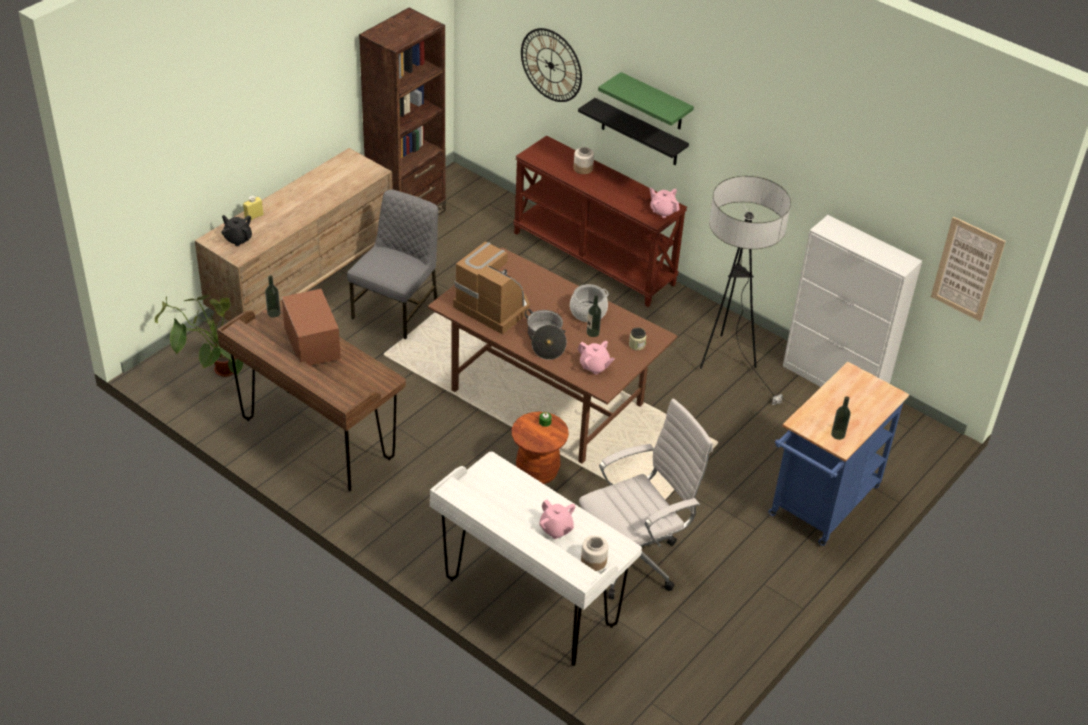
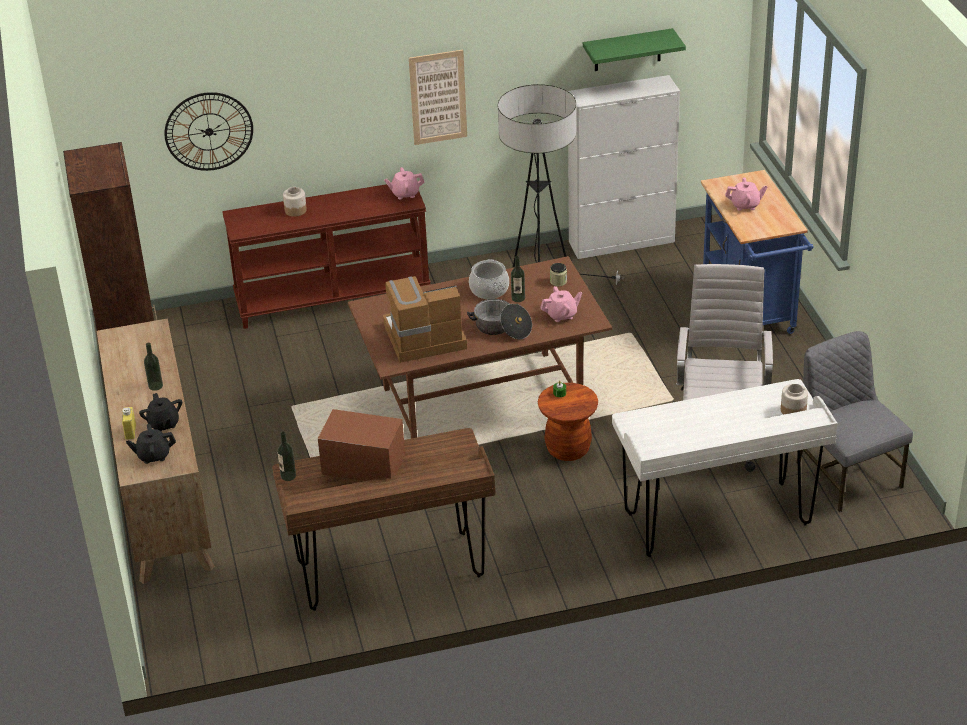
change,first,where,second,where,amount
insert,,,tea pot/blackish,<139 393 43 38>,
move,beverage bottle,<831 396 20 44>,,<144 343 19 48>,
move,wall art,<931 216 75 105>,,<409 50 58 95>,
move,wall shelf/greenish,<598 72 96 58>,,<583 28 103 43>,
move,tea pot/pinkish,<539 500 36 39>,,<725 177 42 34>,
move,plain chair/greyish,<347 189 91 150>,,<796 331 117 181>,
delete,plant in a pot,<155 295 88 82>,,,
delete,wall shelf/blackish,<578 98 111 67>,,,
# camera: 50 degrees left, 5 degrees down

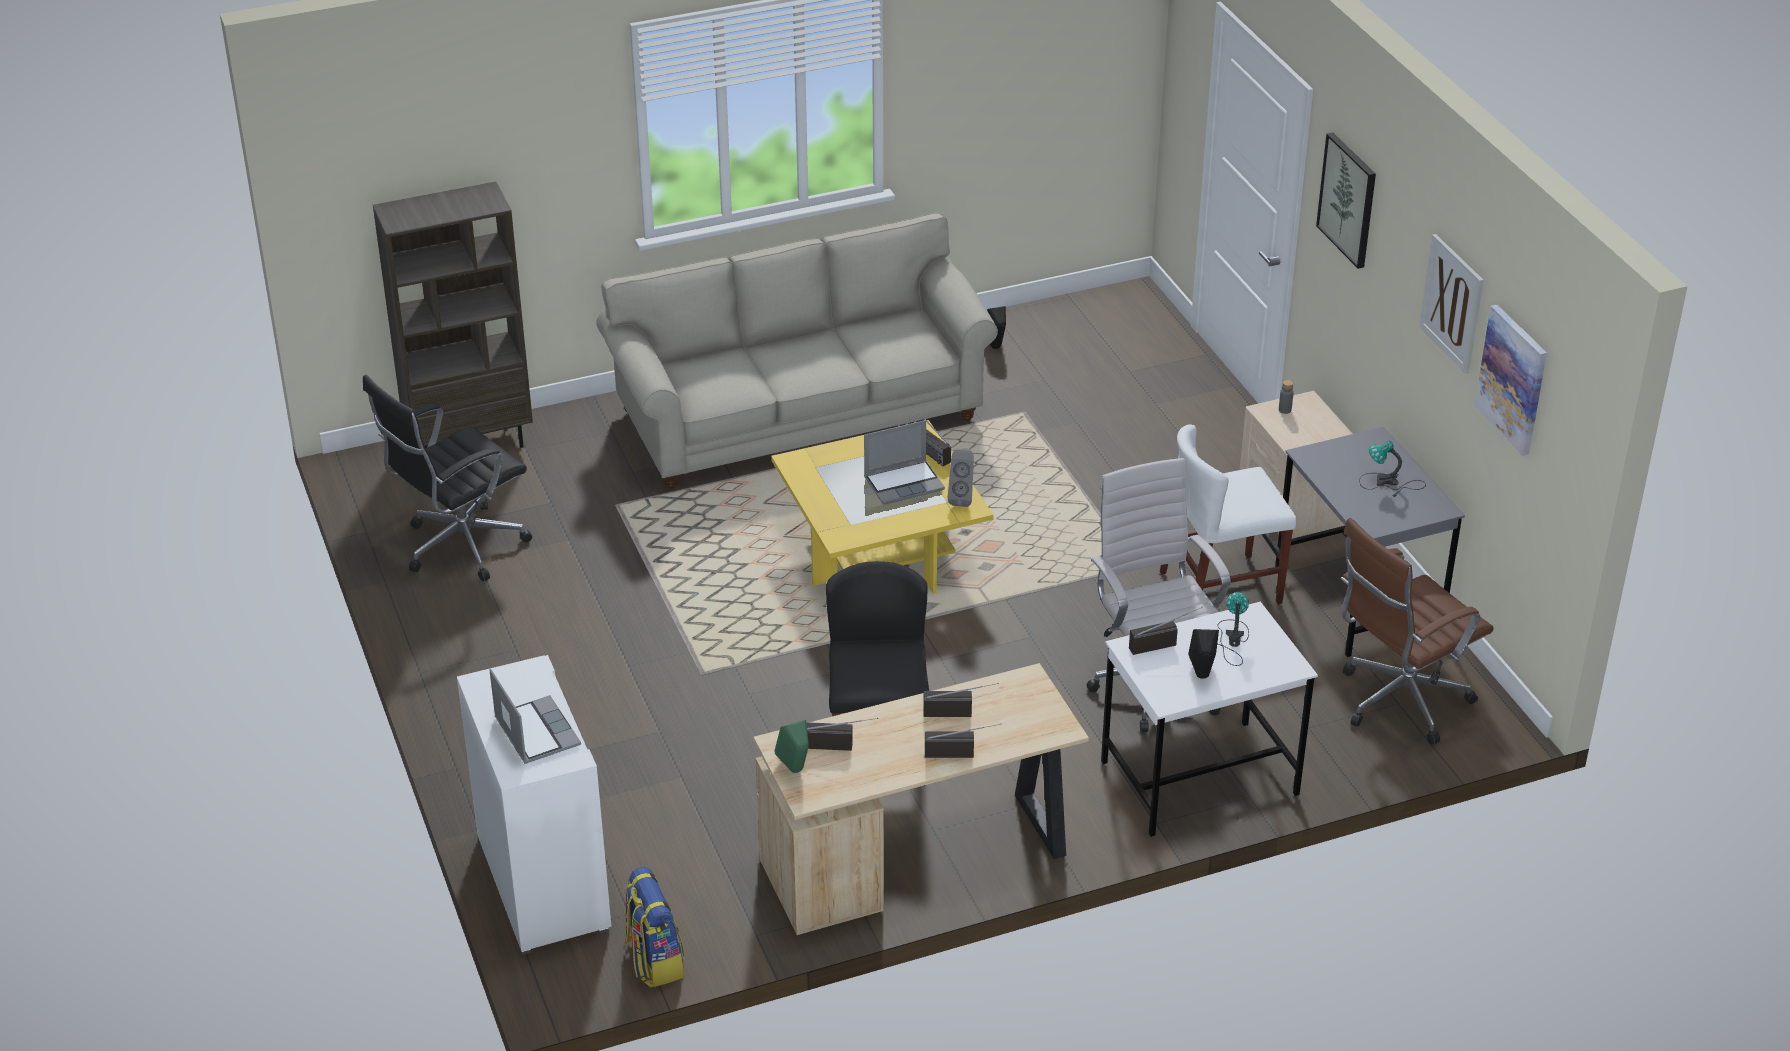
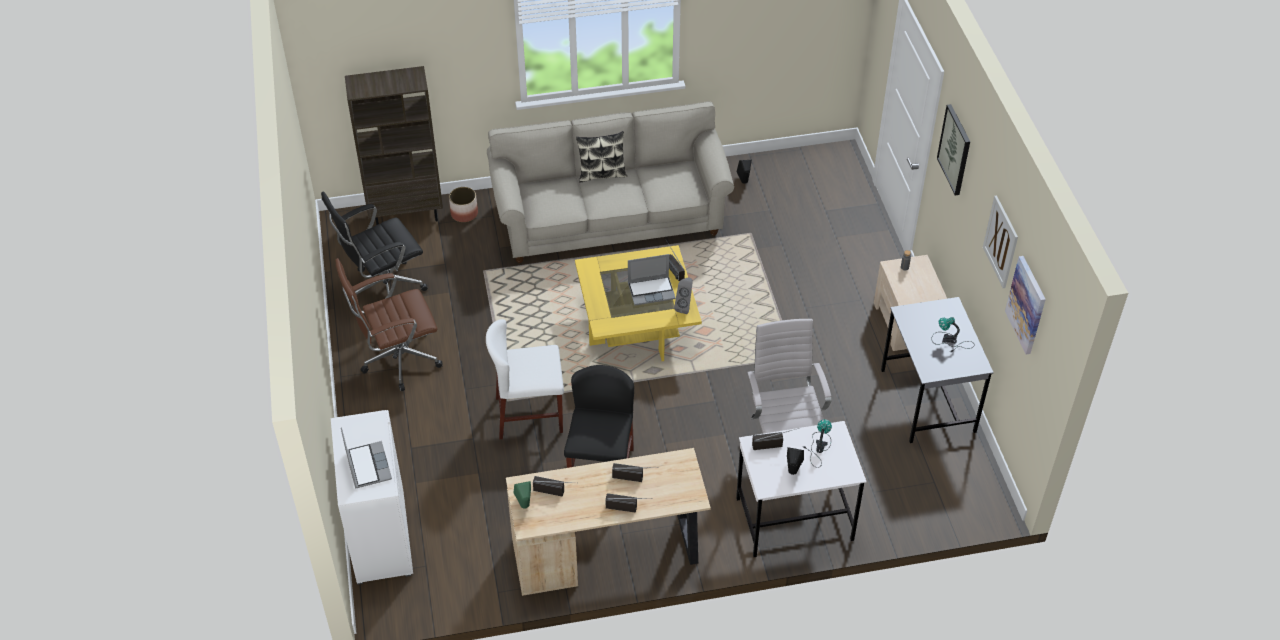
change,first,where,second,where,amount
move,desk chair/brown,<1341 518 153 227>,,<335 258 107 133>,
insert,,,flower pot,<449 187 29 35>,
move,plain chair/white-coloured,<1160 424 137 180>,,<486 319 78 120>,
insert,,,pillow,<576 131 51 52>,
delete,knapsack,<624 867 61 120>,,,
# camera: 10 degrees right, 10 degrees up

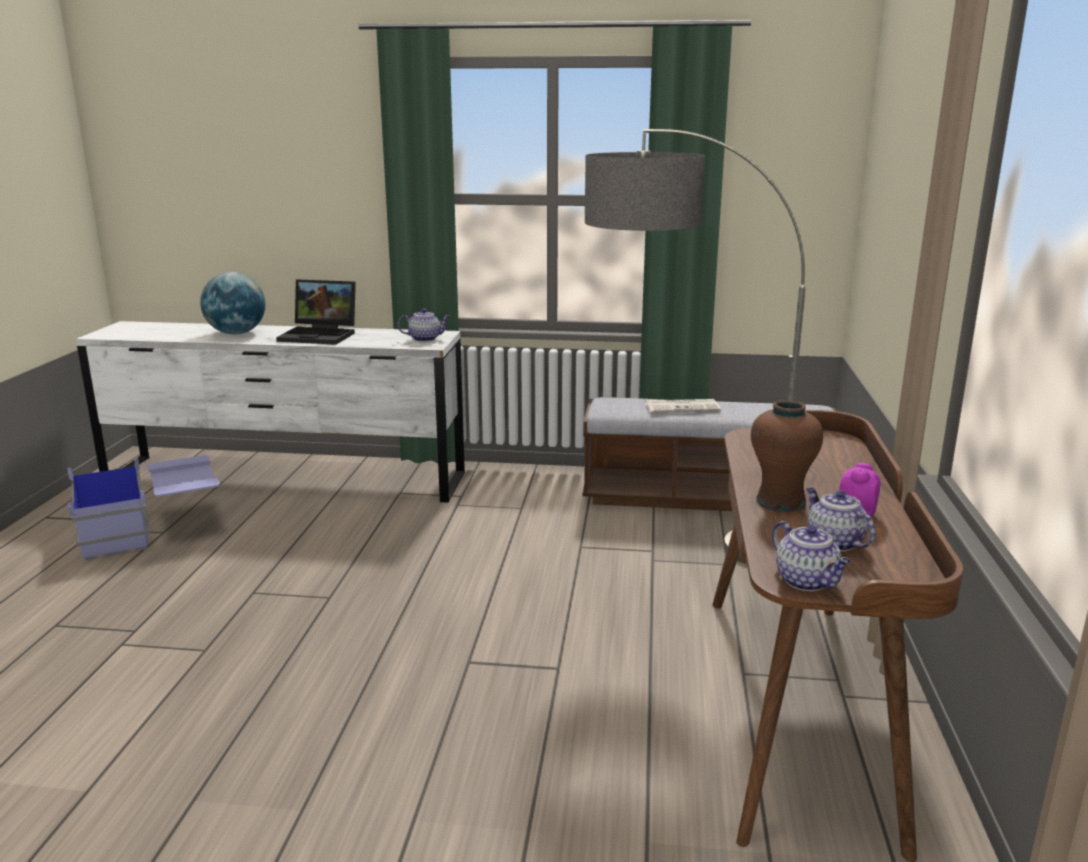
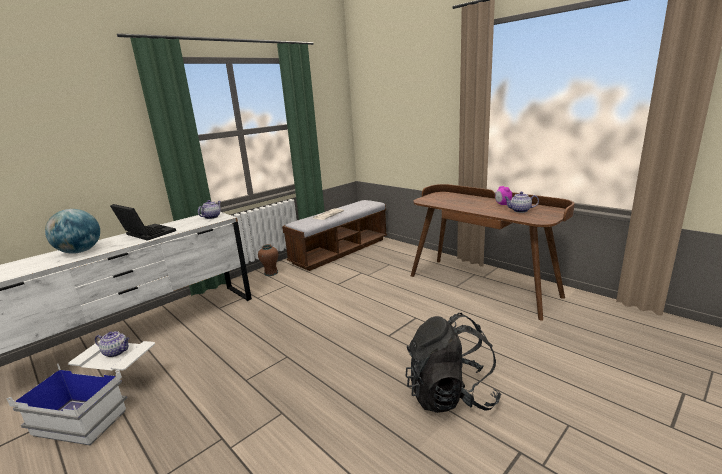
change,first,where,second,where,amount
recolor,storage bin/bluish,<67 455 153 106>,storage bin/white-coloured,<6 340 149 106>,
move,tea pot,<772 521 79 70>,,<95 331 34 26>,
rotate,notebook computer,<276 279 80 66>,,<110 204 66 37>,105 degrees counterclockwise
move,decorative vase/brown,<751 400 72 112>,,<258 244 20 32>,
insert,,,knapsack/blackish,<406 313 95 100>,
delete,floor lamp,<585 129 221 435>,,,
# camera: 50 degrees left, 0 degrees up

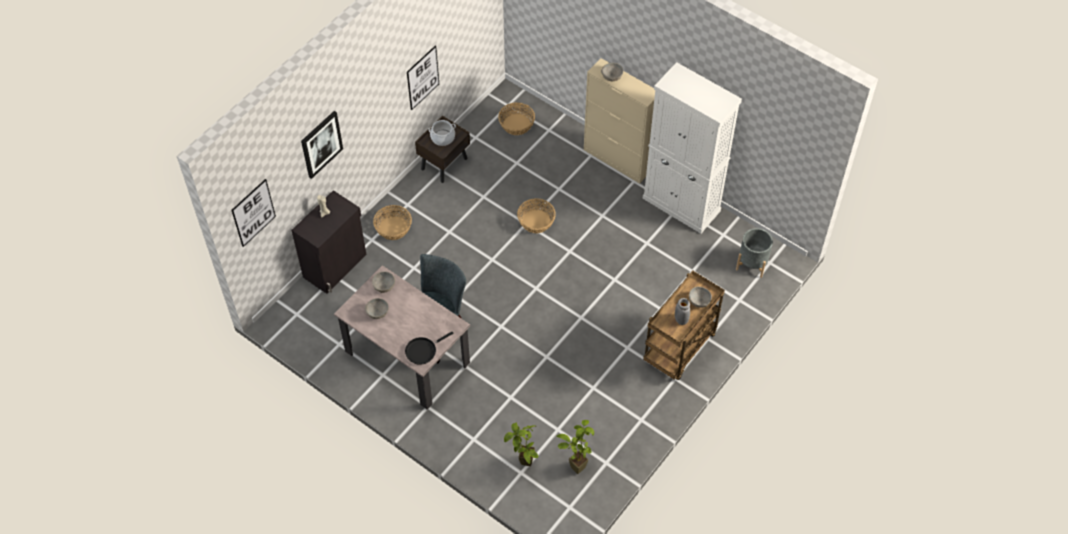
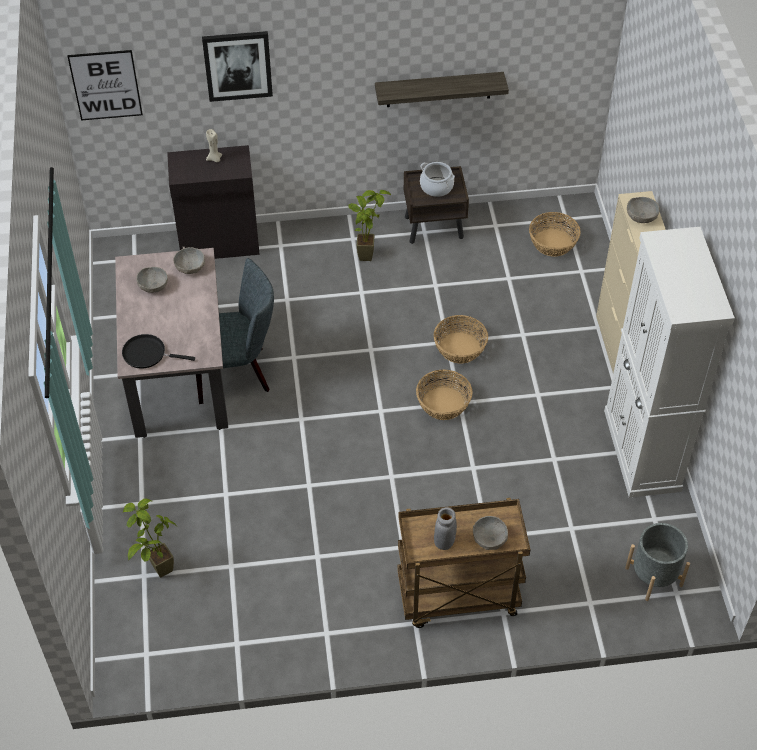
change,first,where,second,where,amount
move,plant in a pot,<557 420 37 54>,,<349 190 42 71>,
replace,wall art,<407 46 32 64>,wall shelf,<375 72 134 35>,
move,basket,<373 205 39 35>,,<416 369 57 51>,
# camera: 45 degrees right, 5 degrees down

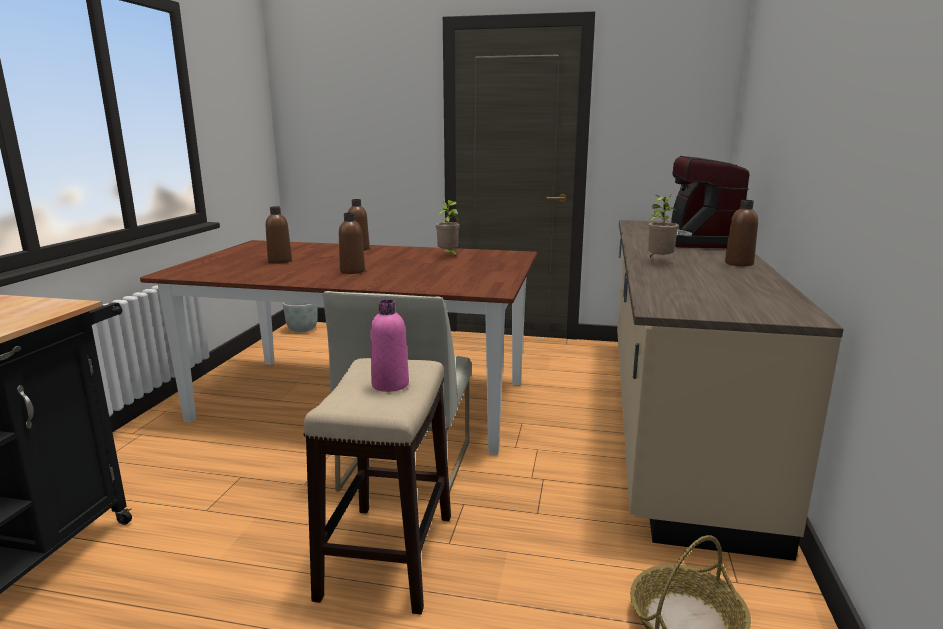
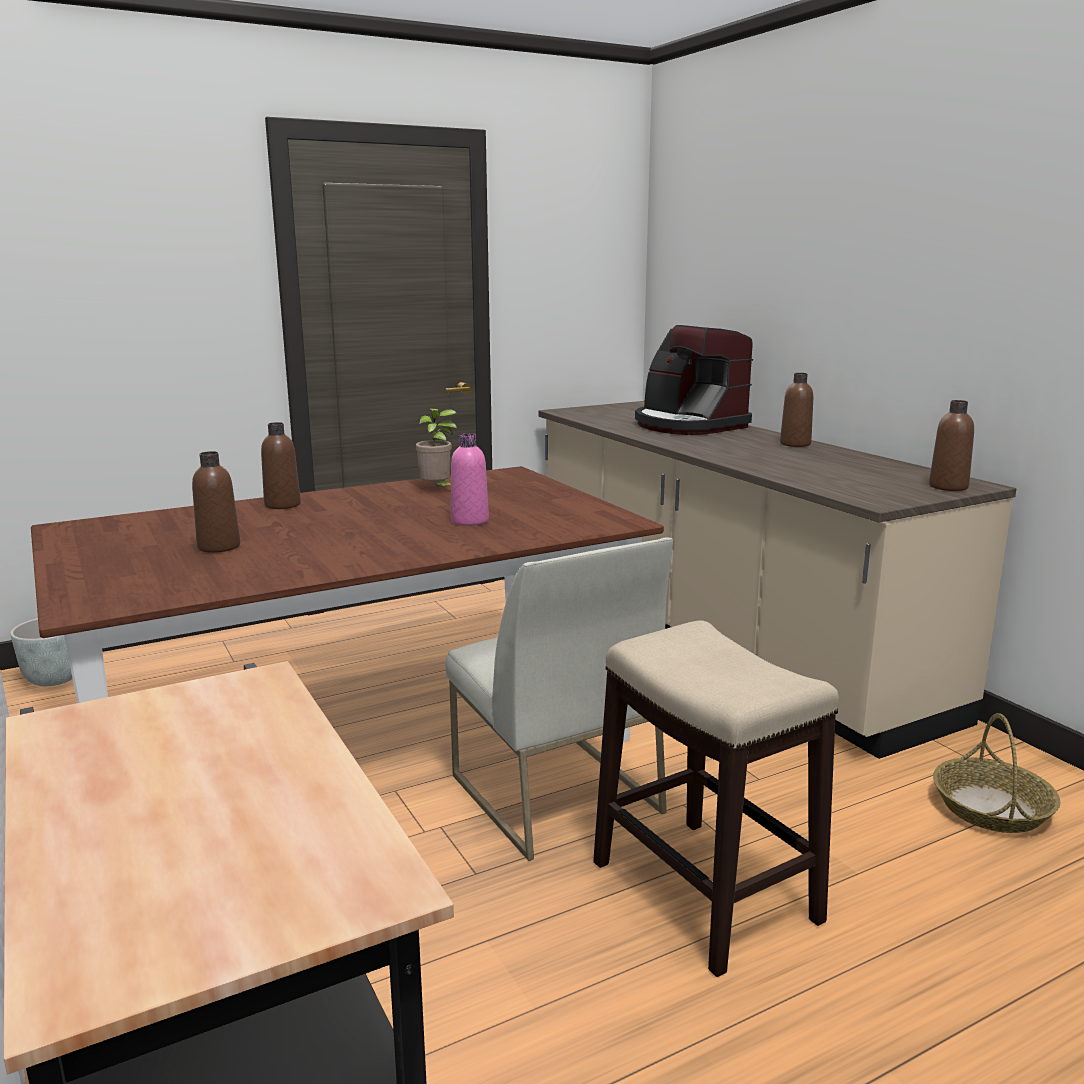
change,first,where,second,where,amount
move,beverage bottle/pinkish,<371 300 38 92>,,<451 433 38 93>,
move,beverage bottle/brown,<339 213 26 61>,,<929 400 45 91>,
delete,plant in a pot,<648 195 31 63>,,,
# camera: 40 degrees left, 0 degrees up

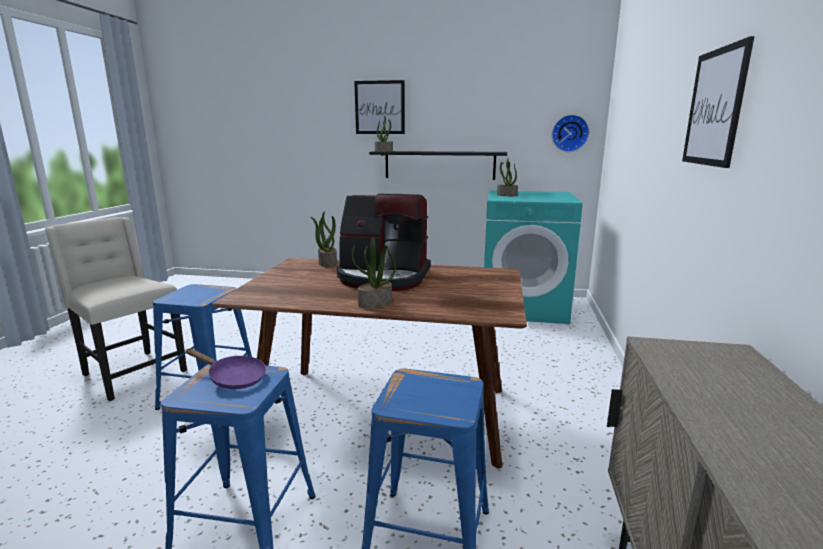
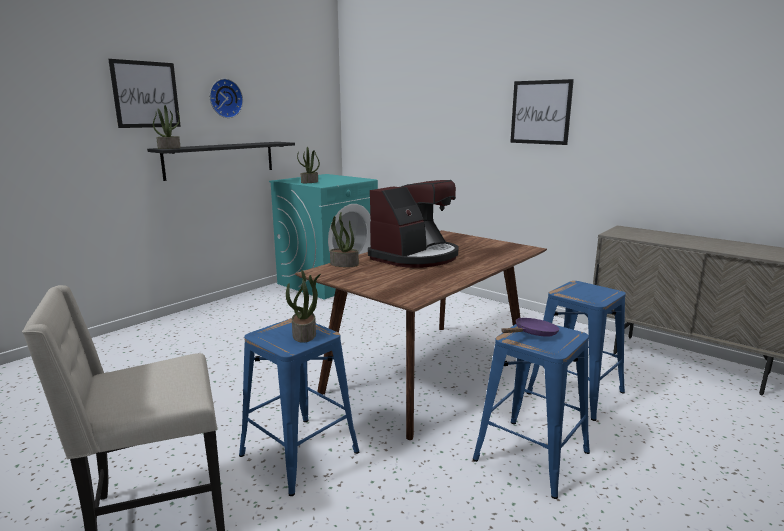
change,first,where,second,where,amount
move,clock on the wall,<552 115 37 37>,,<210 79 33 39>,
move,plant in a pot,<352 237 44 72>,,<286 270 35 73>,
# camera: 60 degrees left, 0 degrees up

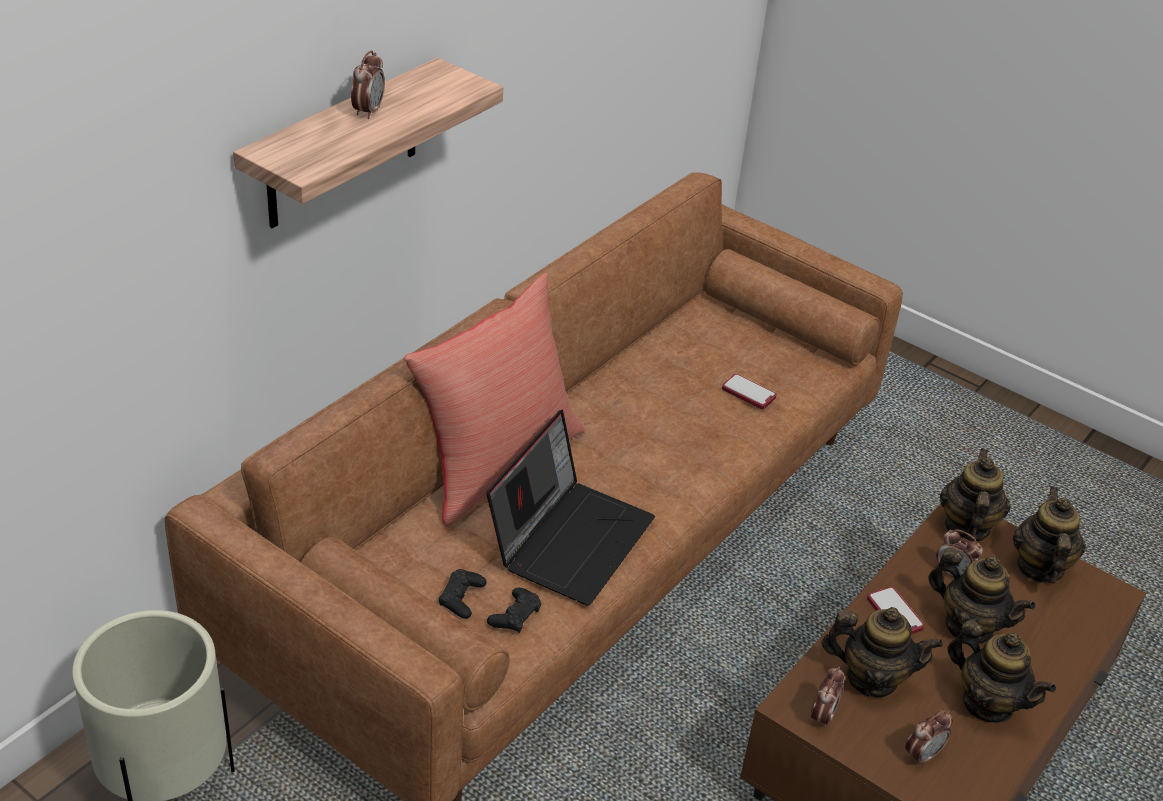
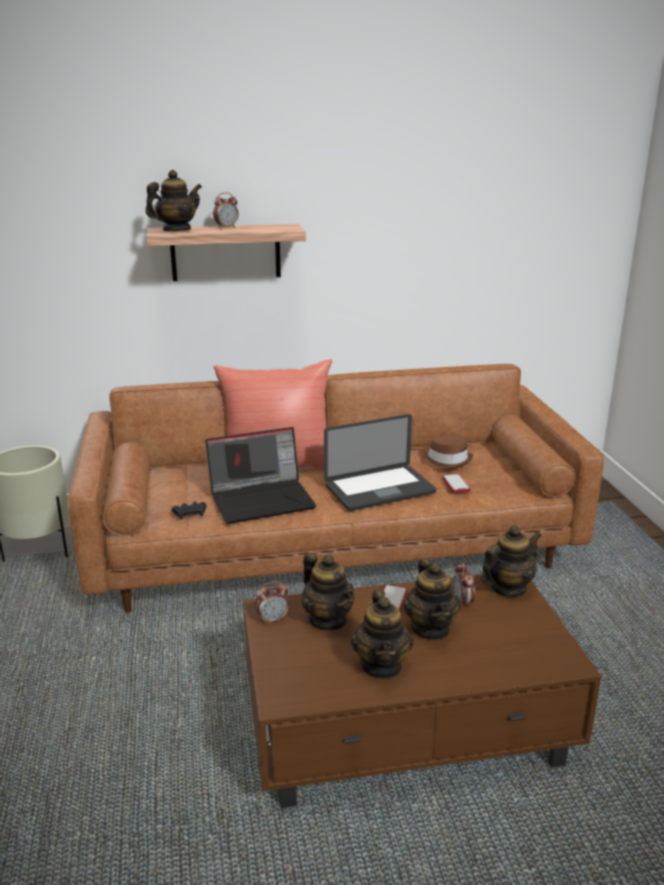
change,first,where,second,where,amount
move,tea pot,<1013 486 73 98>,,<145 170 57 61>,
insert,,,notebook computer,<324 414 112 97>,
insert,,,hat/brown,<421 436 52 33>,
delete,joypad/blackish,<439 569 48 50>,,,
delete,alarm clock,<905 710 48 56>,,,
# camera: 45 degrees right, 15 degrees down

